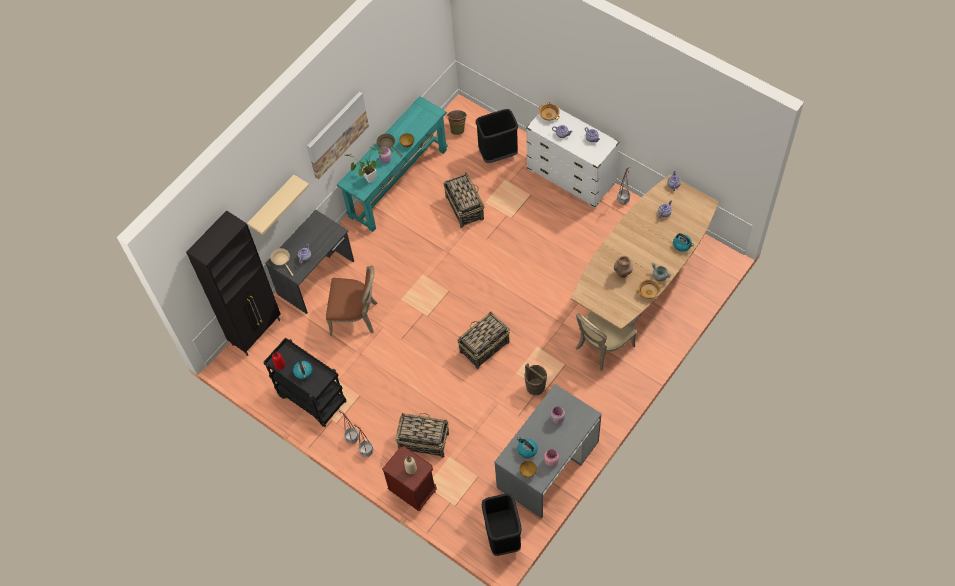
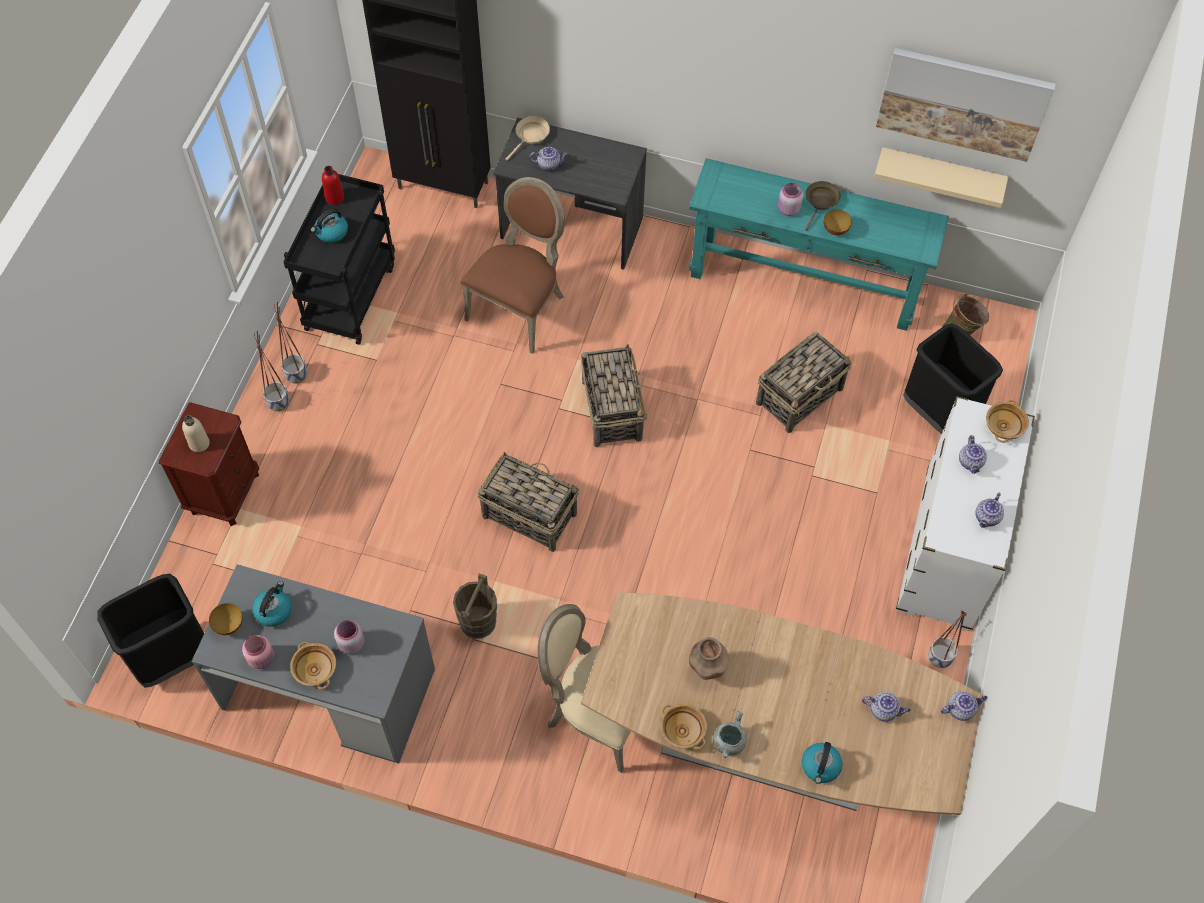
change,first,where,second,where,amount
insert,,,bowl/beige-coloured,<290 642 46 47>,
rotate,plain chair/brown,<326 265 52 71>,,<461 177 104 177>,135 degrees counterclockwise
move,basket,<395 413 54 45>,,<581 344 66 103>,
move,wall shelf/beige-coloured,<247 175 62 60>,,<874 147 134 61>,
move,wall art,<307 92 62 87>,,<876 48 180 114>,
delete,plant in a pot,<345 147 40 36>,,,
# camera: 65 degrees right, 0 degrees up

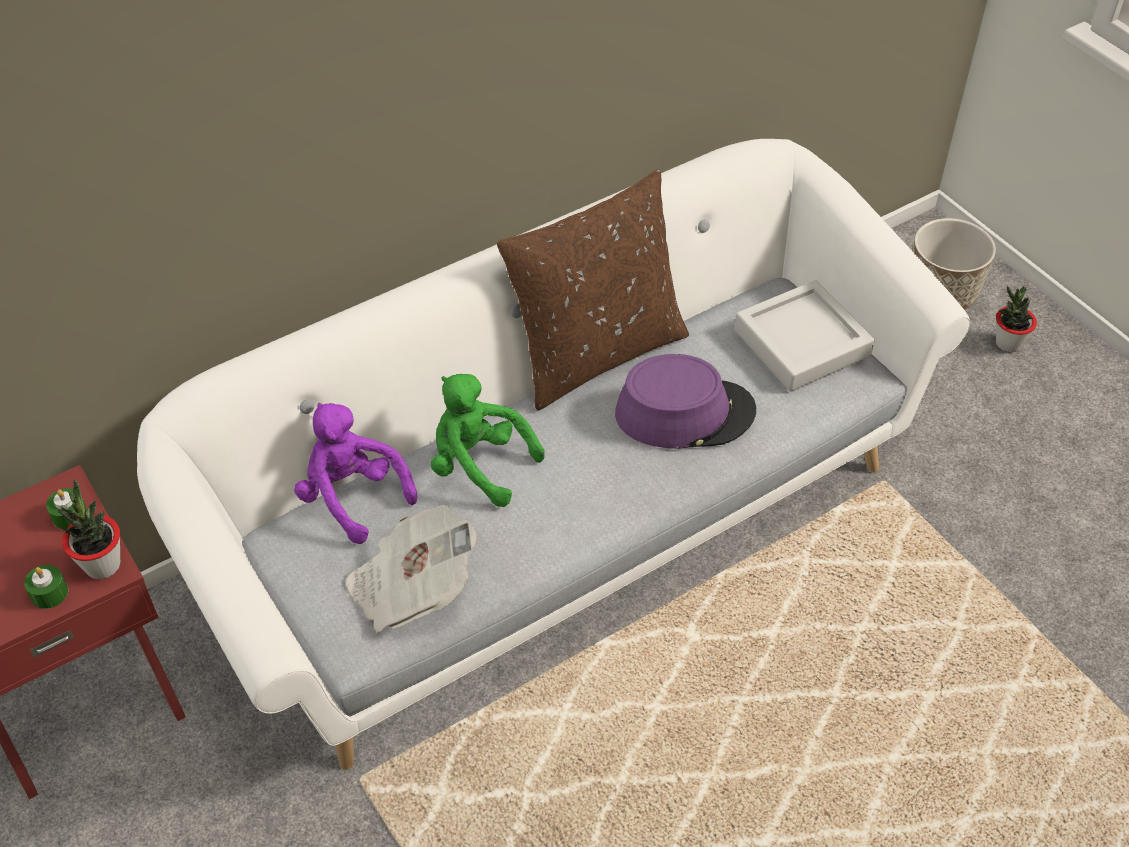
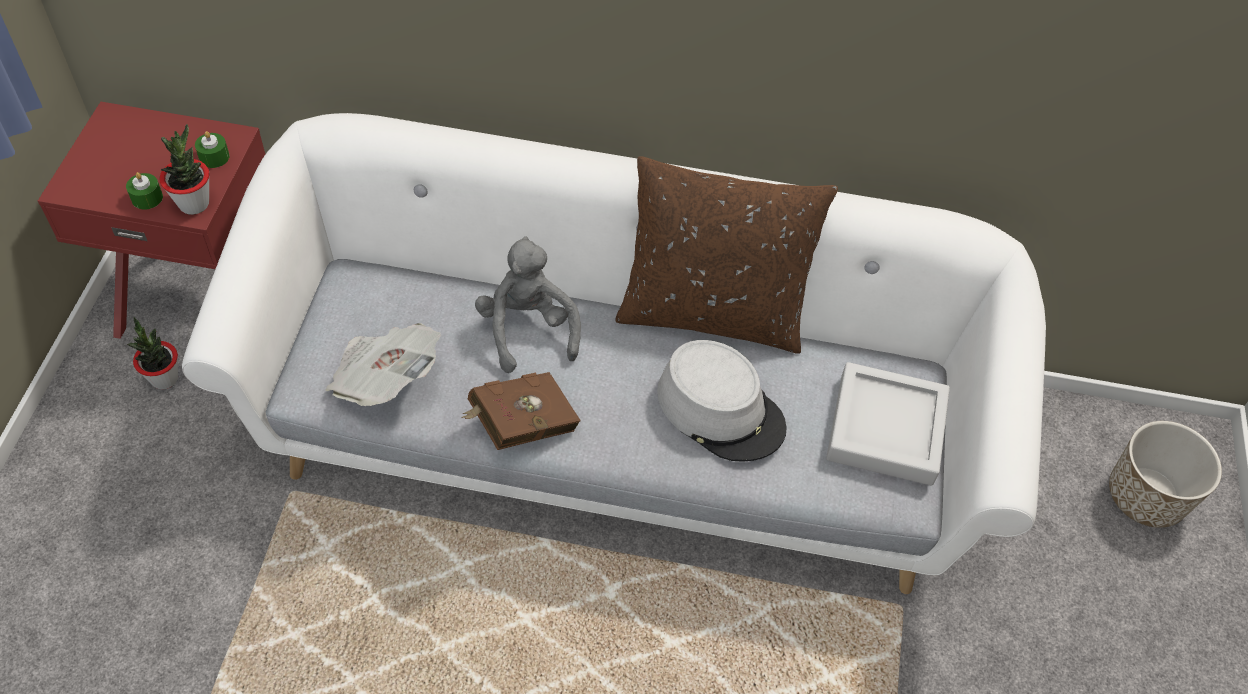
change,first,where,second,where,amount
move,plant in a pot,<996 286 41 66>,,<127 317 51 72>,
insert,,,volume/brown,<461 372 120 78>,
recolor,soft toy/greenish,<431 374 114 133>,soft toy/greyish,<475 236 106 137>,
recolor,hat/purplish,<615 354 141 95>,hat/greyish,<657 340 130 122>,
delete,soft toy/purplish,<294 403 124 141>,,,
# camera: 40 degrees right, 5 degrees up

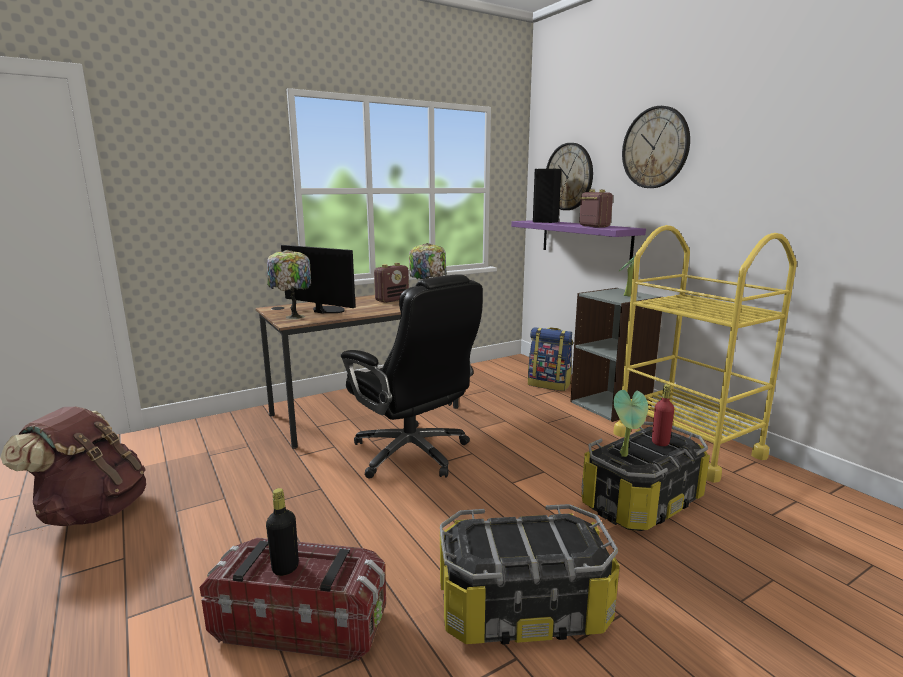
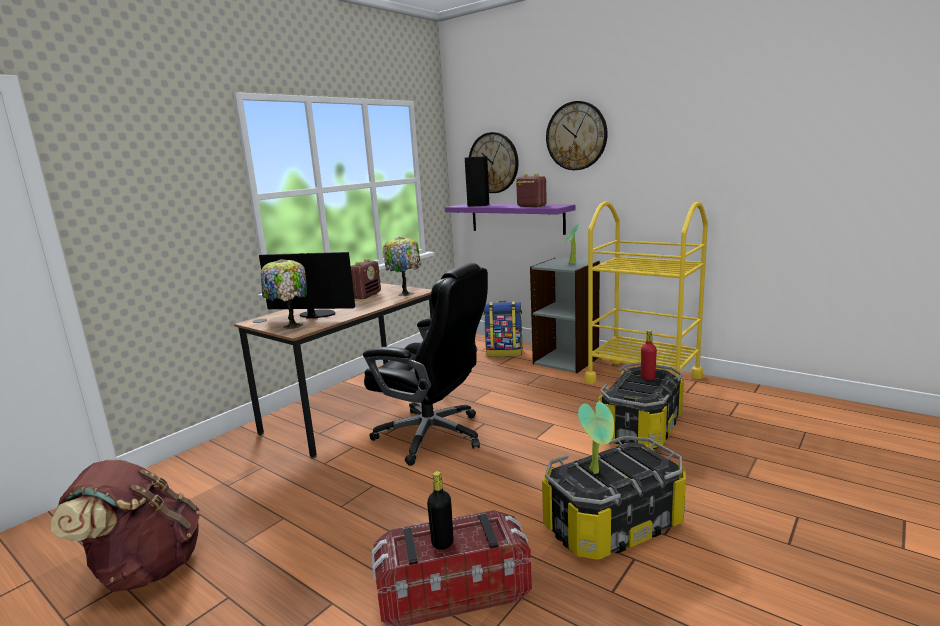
change,first,where,second,where,amount
move,plant in a pot,<614 390 34 67>,,<578 402 36 72>,
# camera: 20 degrees left, 0 degrees up

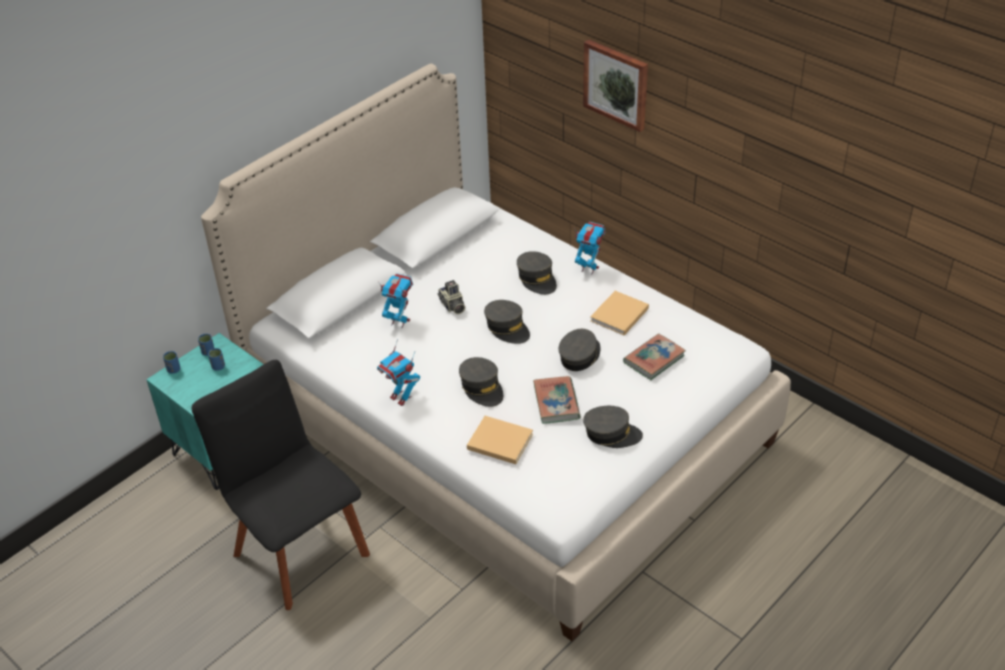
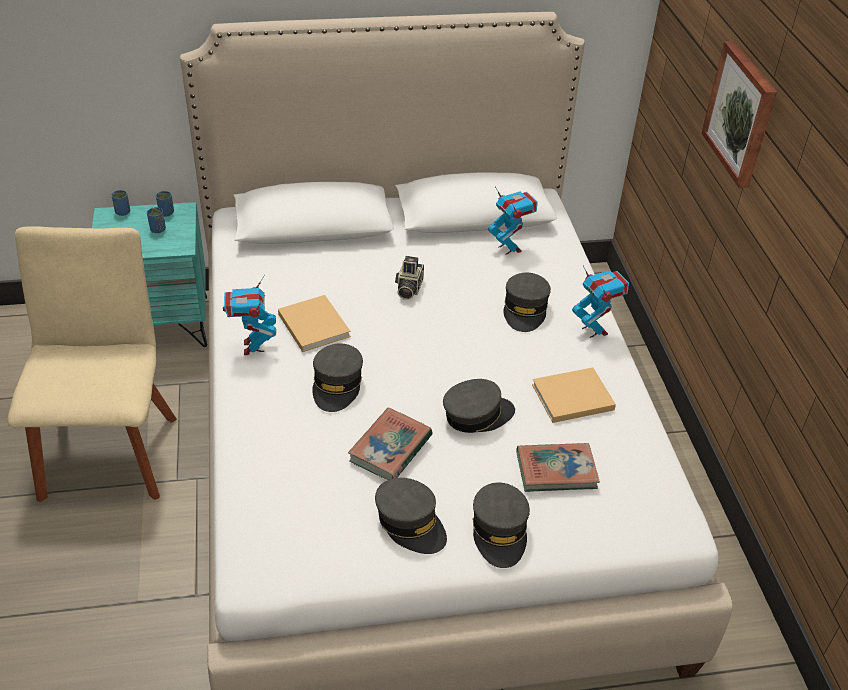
change,first,where,second,where,amount
recolor,plain chair/blackish,<191 360 179 250>,plain chair/beige-coloured,<7 226 170 276>,
move,volume/beige-coloured,<467 416 66 48>,,<278 295 73 57>,
move,baseball cap/greyish,<484 300 46 44>,,<472 482 58 86>,
move,model robot,<378 273 35 55>,,<488 186 50 69>,
# camera: 35 degrees right, 0 degrees up

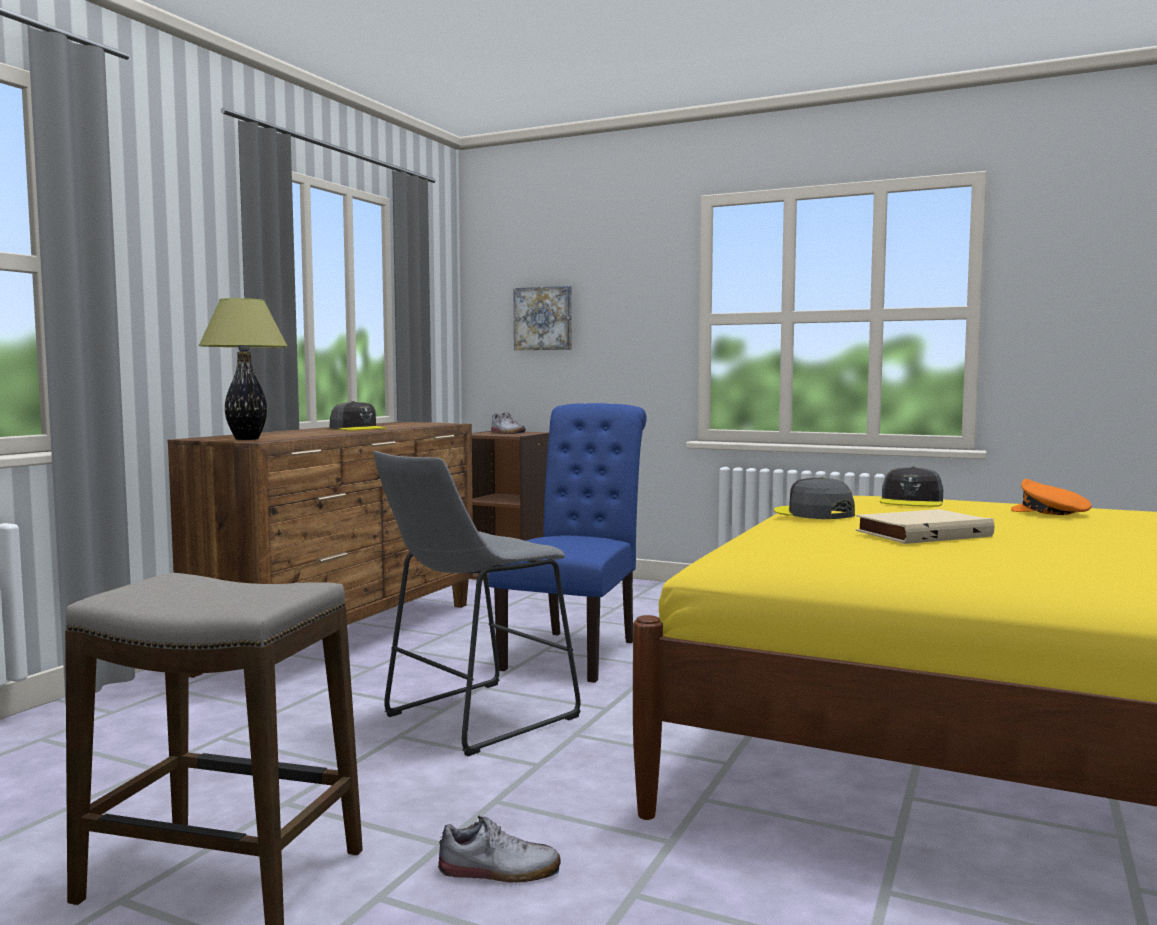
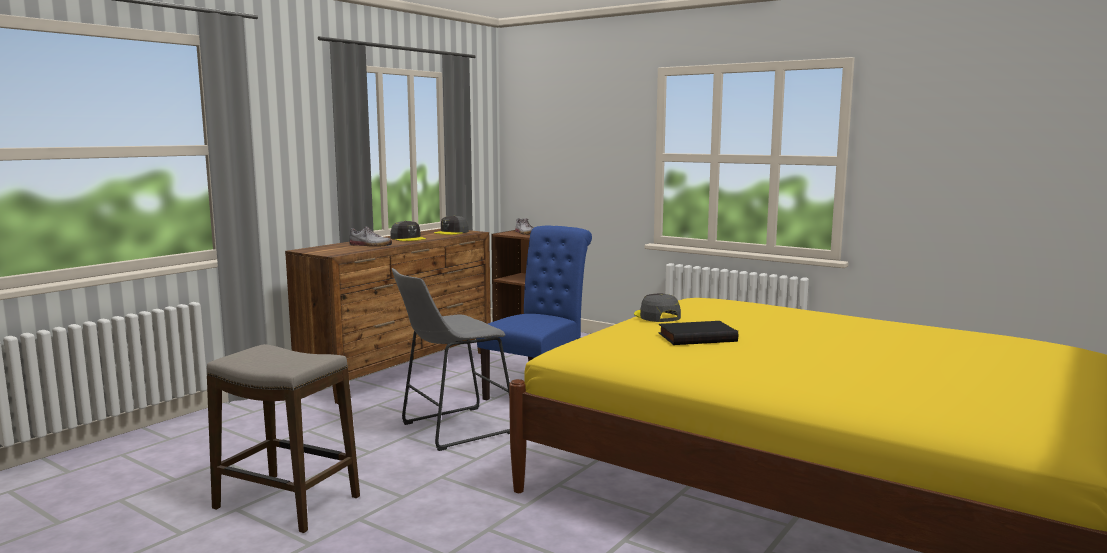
change,first,where,second,where,amount
move,shoe,<438 816 123 76>,,<349 226 43 21>,
move,baseball cap/greyish,<880 466 63 41>,,<434 215 35 20>,
recolor,volume/beige-coloured,<856 509 138 35>,volume/blackish,<658 321 80 24>,
delete,tabletop lamp,<198 298 90 142>,,,
delete,wall art,<514 286 58 64>,,,
delete,baseball cap/orangey,<1011 479 80 36>,,,
# camera: 10 degrees right, 5 degrees up

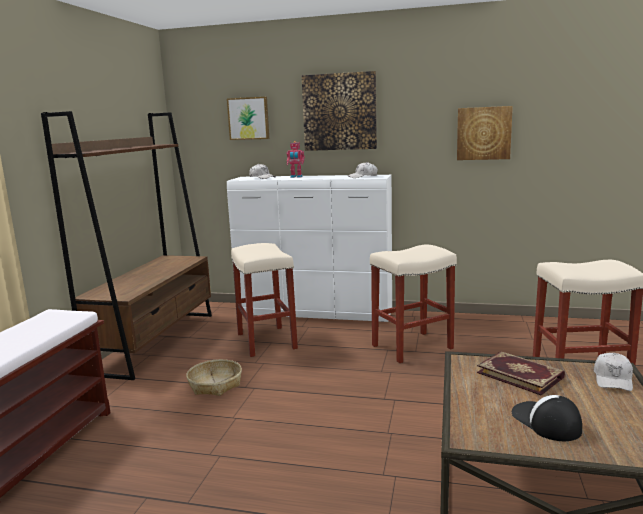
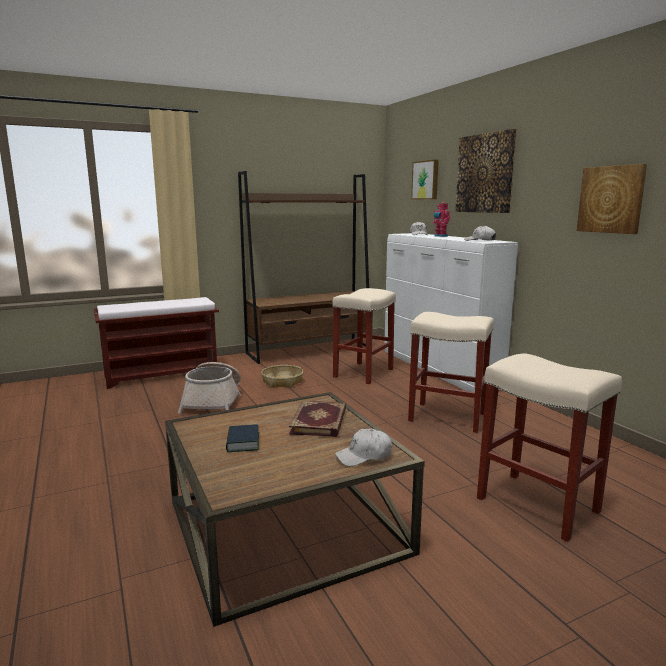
change,first,where,second,where,amount
insert,,,basket,<178 362 63 52>,
replace,baseball cap,<512 395 70 46>,volume,<226 424 33 28>,
# camera: 50 degrees right, 0 degrees up

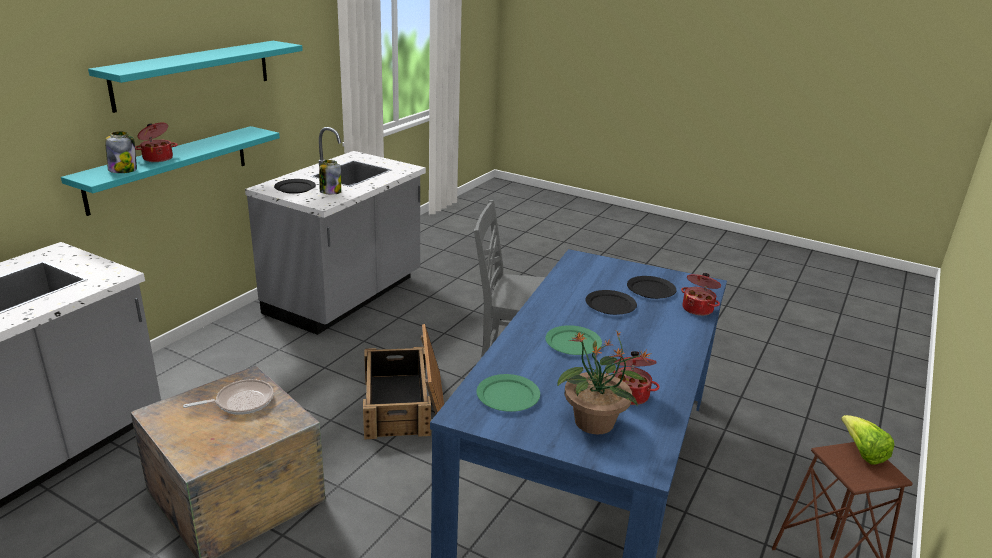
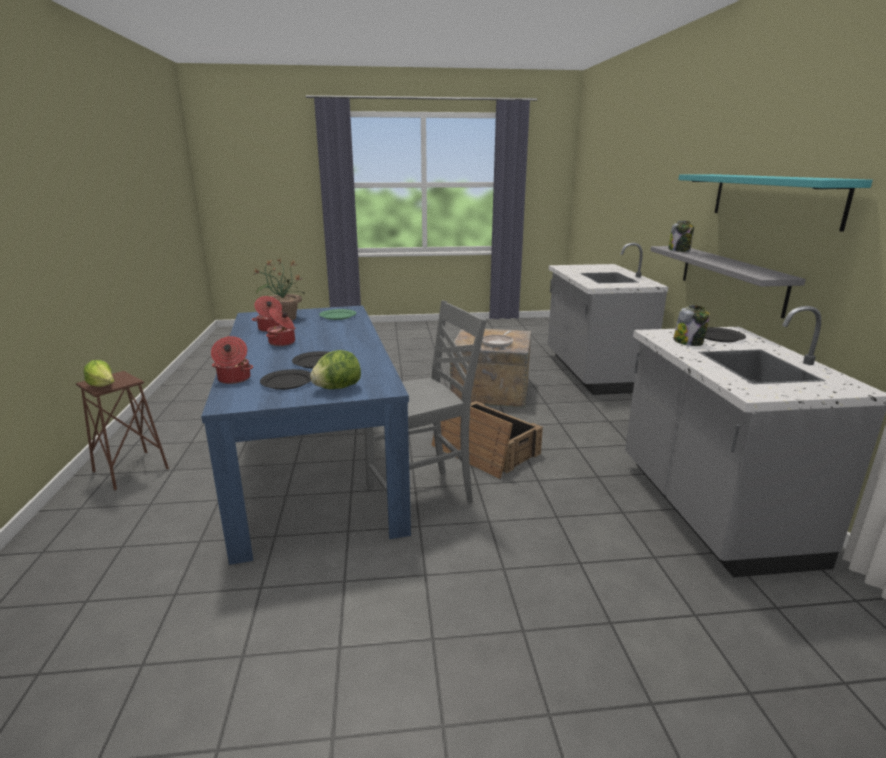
change,first,where,second,where,amount
move,stockpot,<135 123 43 39>,,<266 308 29 38>,
insert,,,lettuce,<310 350 51 39>,
recolor,wall shelf/turquoise-coloured,<61 126 219 90>,wall shelf/greyish,<650 246 156 72>,
delete,flat dish/greenish,<545 325 57 30>,,,
# camera: 145 degrees right, 5 degrees down

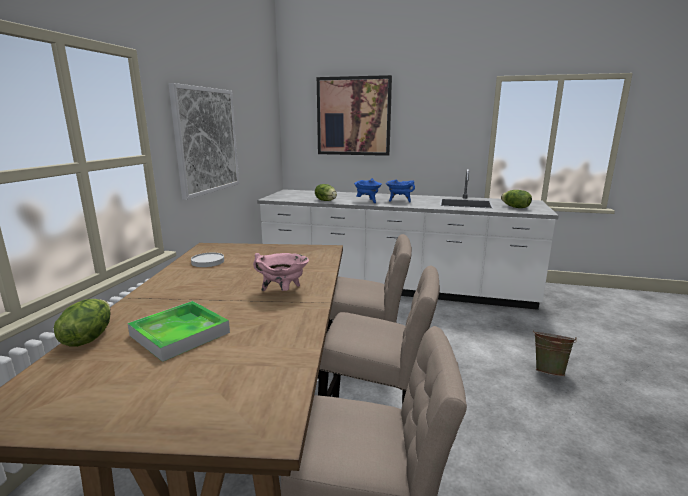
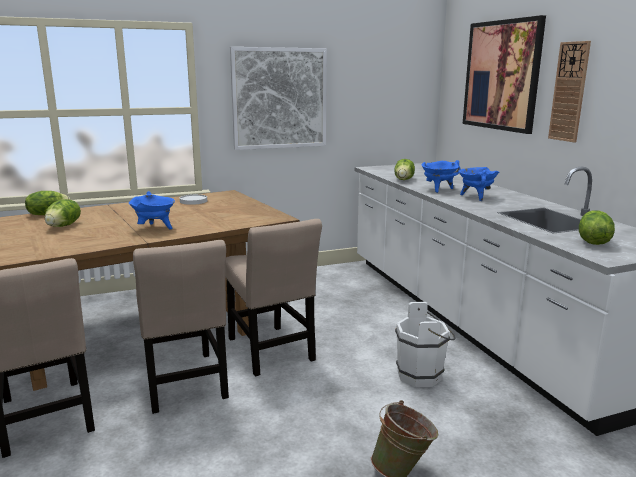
change,first,where,second,where,amount
replace,carrying tray,<127 301 103 61>,lettuce,<45 199 36 28>,
recolor,stockpot/pinkish,<253 253 56 38>,stockpot/bluish,<129 191 46 38>,
insert,,,water bucket/white-coloured,<395 302 60 85>,
insert,,,clock on the wall,<548 41 43 101>,
# camera: 55 degrees right, 0 degrees up

